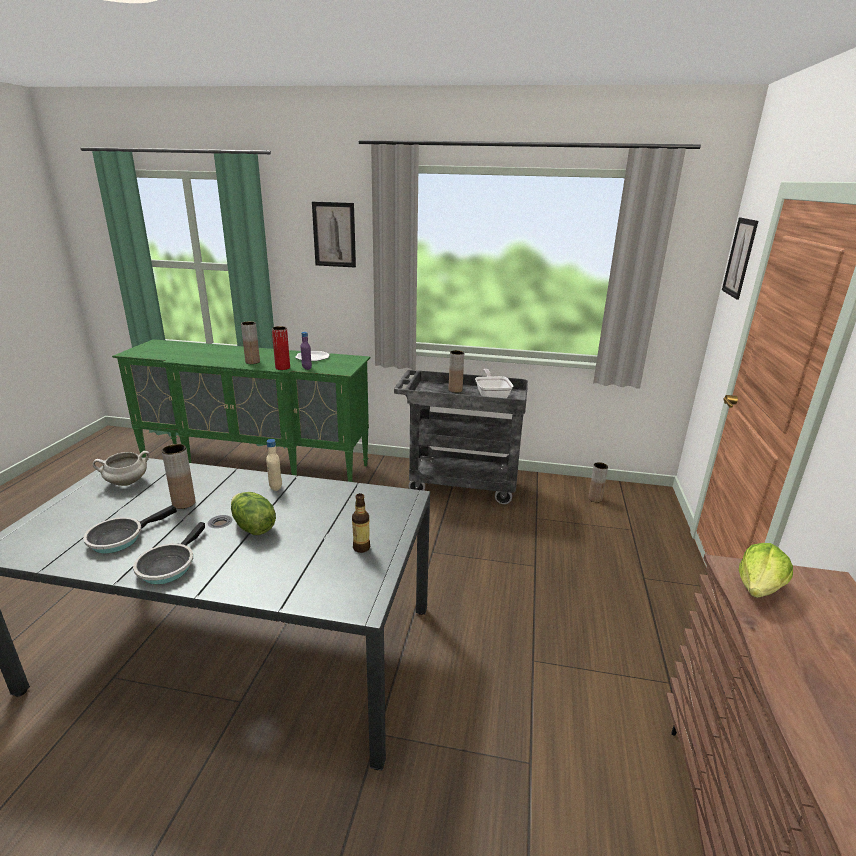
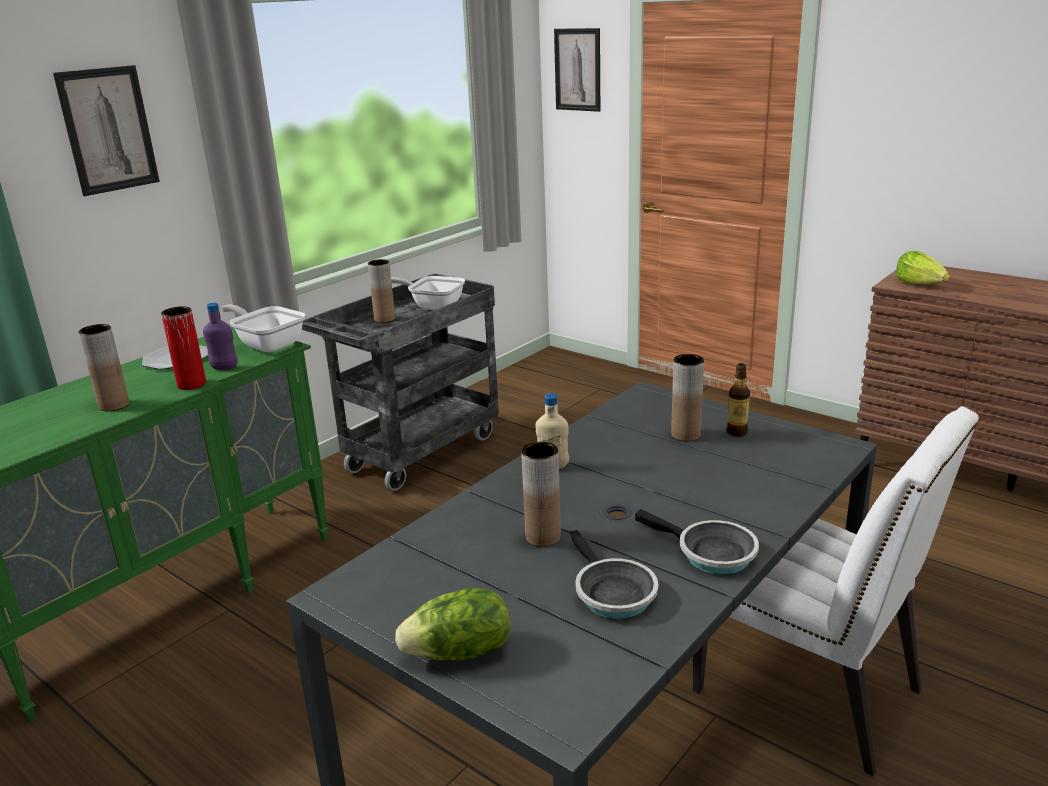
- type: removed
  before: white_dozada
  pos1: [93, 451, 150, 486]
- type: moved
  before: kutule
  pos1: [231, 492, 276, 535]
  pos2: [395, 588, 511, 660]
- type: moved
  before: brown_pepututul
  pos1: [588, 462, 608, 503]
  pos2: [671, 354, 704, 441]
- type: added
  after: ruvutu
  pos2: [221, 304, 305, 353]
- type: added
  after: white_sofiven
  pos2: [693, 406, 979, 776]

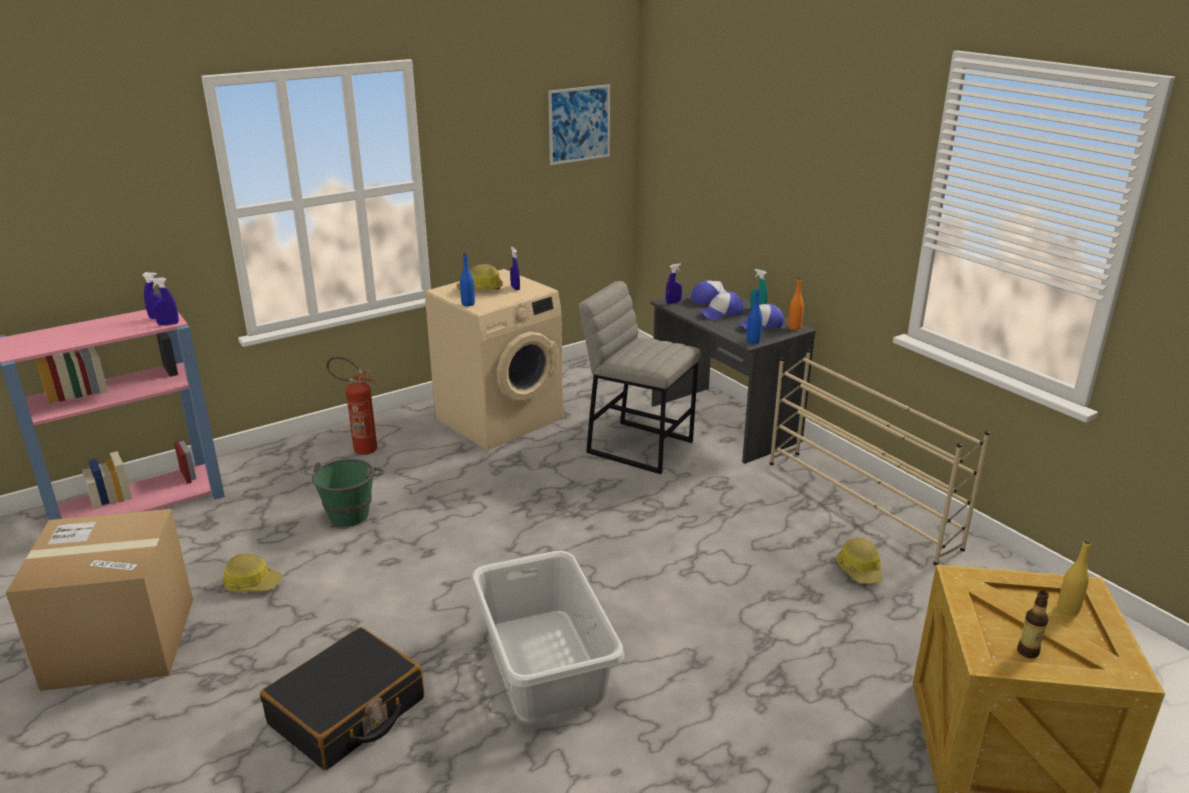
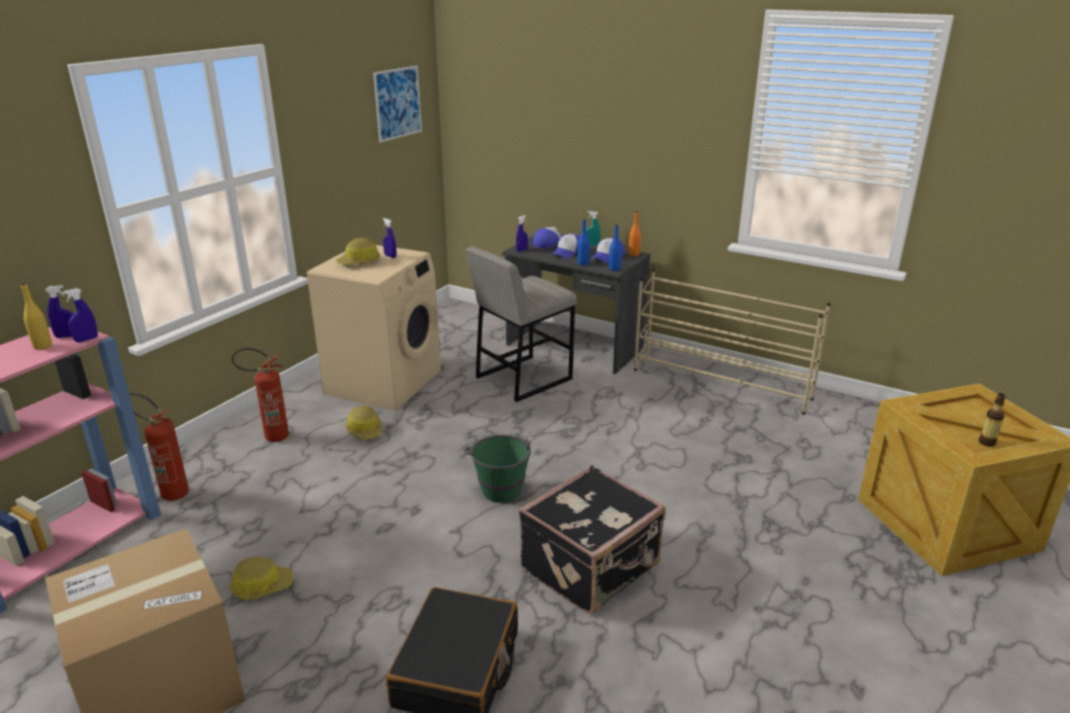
- type: moved
  before: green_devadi
  pos1: [312, 459, 385, 527]
  pos2: [464, 435, 531, 503]
- type: moved
  before: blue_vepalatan
  pos1: [460, 253, 475, 306]
  pos2: [577, 219, 590, 265]
- type: replaced
  before: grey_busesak
  after: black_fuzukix
  pos1: [471, 551, 625, 719]
  pos2: [519, 465, 666, 614]
- type: turned
  before: grey_sofiven
  pos1: [579, 281, 701, 474]
  pos2: [465, 246, 577, 402]
  turn: -45
- type: moved
  before: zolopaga
  pos1: [836, 537, 883, 584]
  pos2: [345, 405, 383, 440]
- type: moved
  before: yellow_vepalatan
  pos1: [1057, 539, 1091, 616]
  pos2: [21, 283, 52, 350]
- type: added
  after: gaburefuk
  pos2: [129, 393, 189, 501]

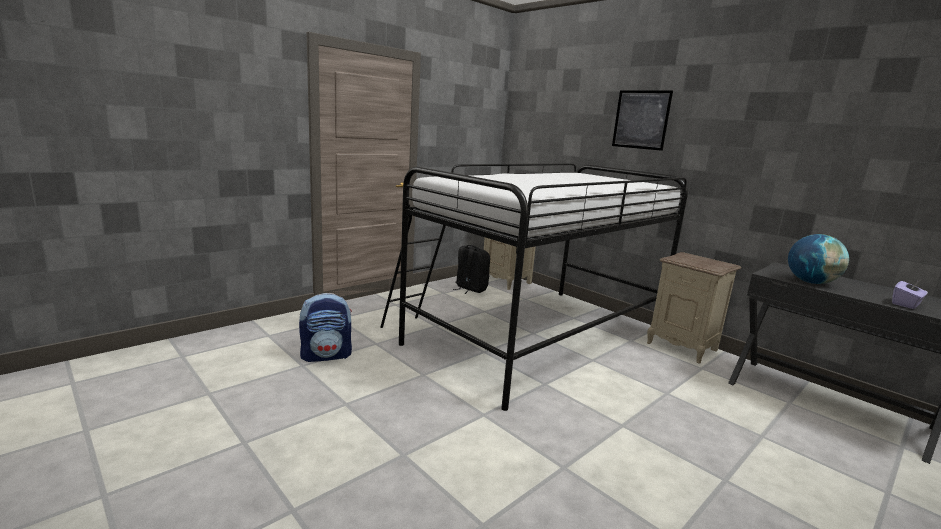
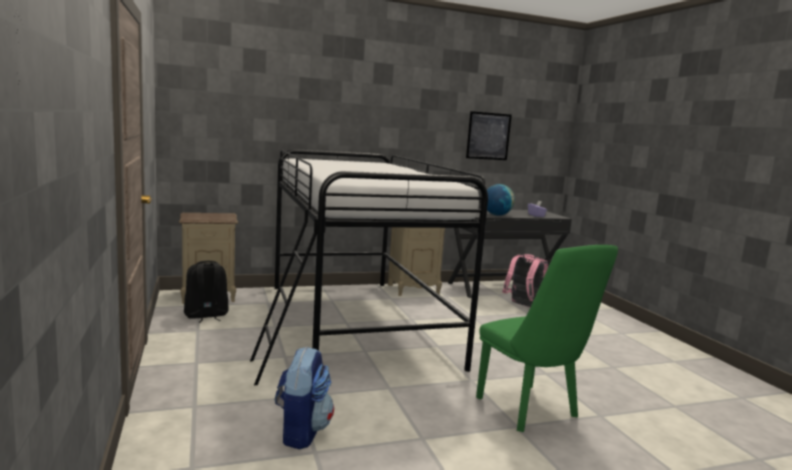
- type: moved
  before: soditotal
  pos1: [612, 90, 673, 151]
  pos2: [466, 111, 512, 160]
- type: added
  after: green_sofiven
  pos2: [476, 245, 618, 432]
- type: added
  after: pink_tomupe
  pos2: [502, 254, 548, 307]

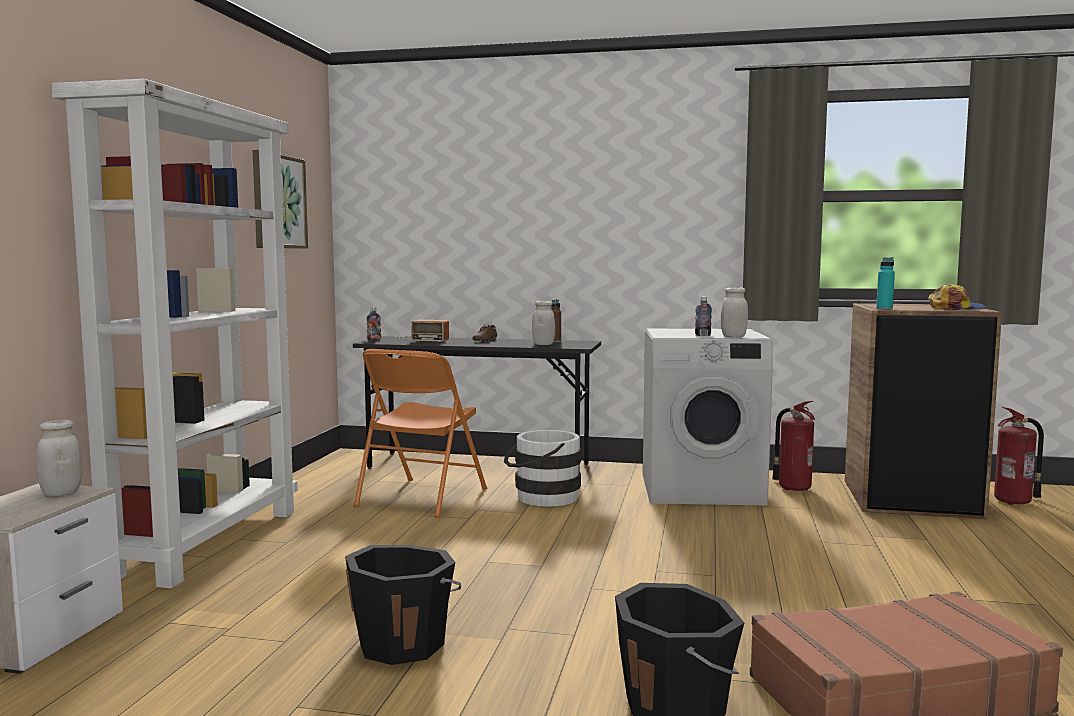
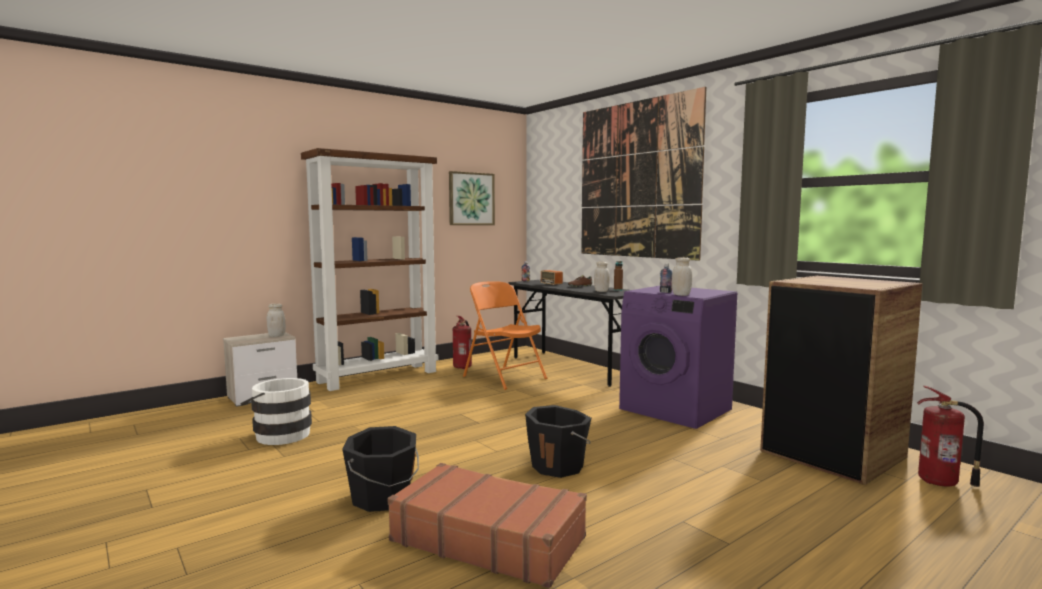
- type: recoloured
  before: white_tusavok
  after: brown_tusavok
  pos1: [51, 79, 298, 588]
  pos2: [301, 148, 438, 391]
- type: moved
  before: black_devadi
  pos1: [345, 545, 461, 665]
  pos2: [525, 405, 591, 478]
- type: turned
  before: orange_sofiven
  pos1: [353, 349, 487, 518]
  pos2: [463, 281, 547, 390]
  turn: 75
- type: moved
  before: white_devadi
  pos1: [504, 430, 581, 507]
  pos2: [240, 378, 312, 445]
- type: recoloured
  before: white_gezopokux
  after: purple_gezopokux
  pos1: [643, 329, 773, 506]
  pos2: [619, 286, 737, 429]
- type: moved
  before: gaburefuk
  pos1: [772, 401, 815, 491]
  pos2: [453, 316, 472, 369]
- type: removed
  before: turquoise_vepalatan
  pos1: [876, 257, 895, 310]
- type: removed
  before: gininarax
  pos1: [928, 284, 986, 310]
- type: added
  after: soditotal
  pos2: [581, 87, 706, 261]

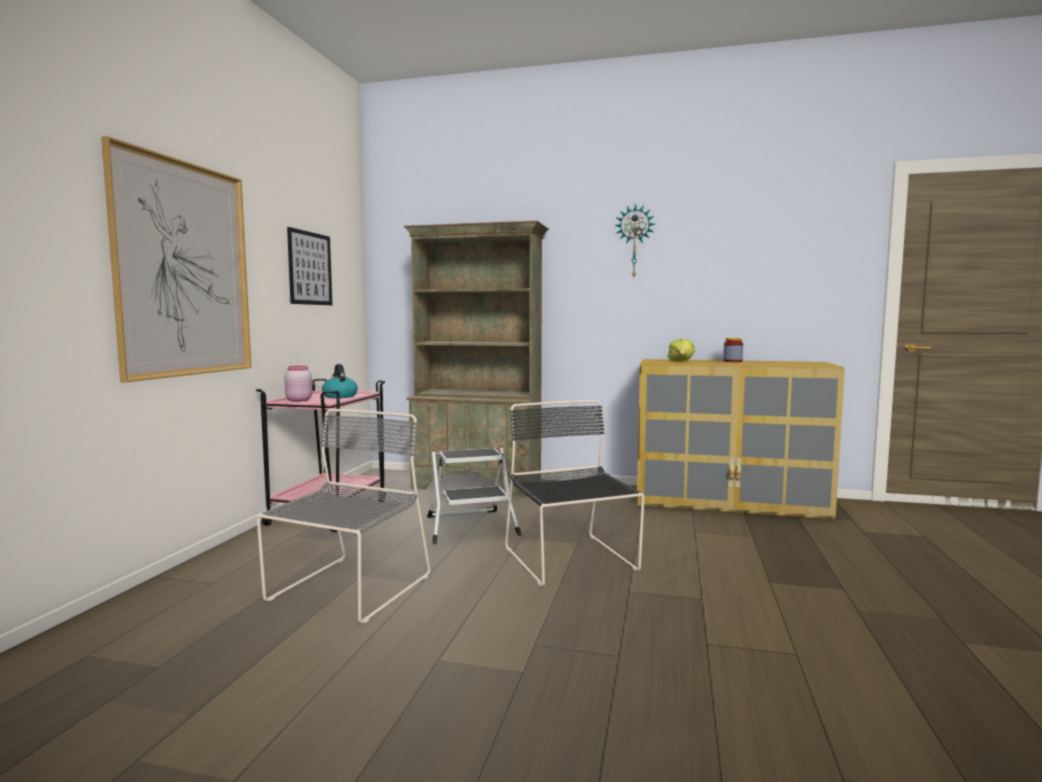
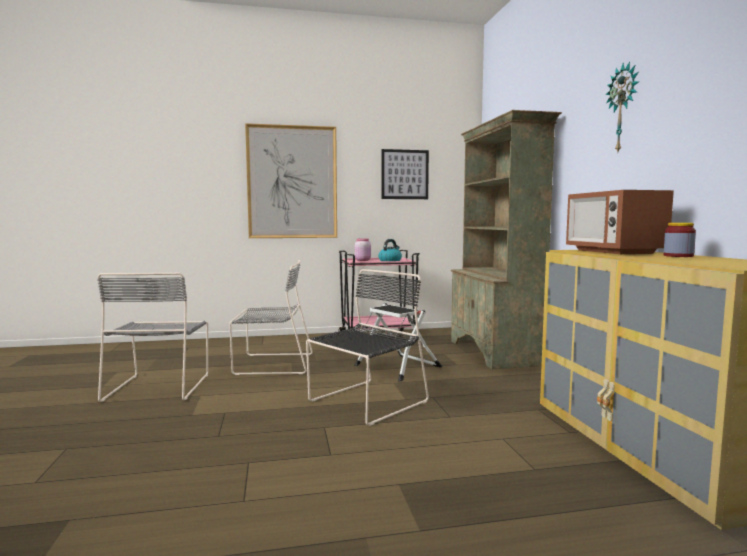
- type: replaced
  before: kutule
  after: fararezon
  pos1: [668, 339, 695, 361]
  pos2: [566, 190, 674, 254]
- type: added
  after: grey_sofiven
  pos2: [97, 273, 208, 402]

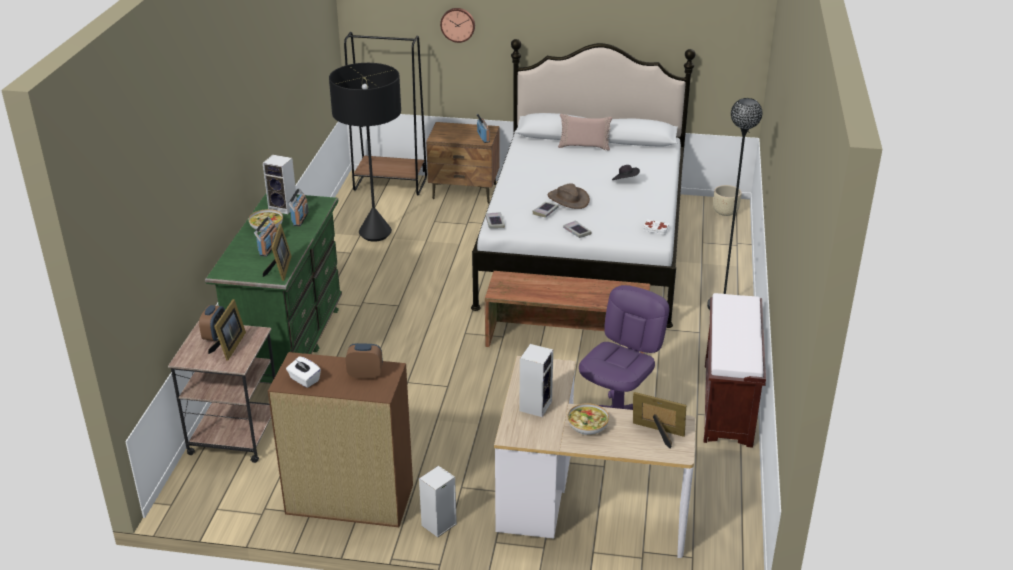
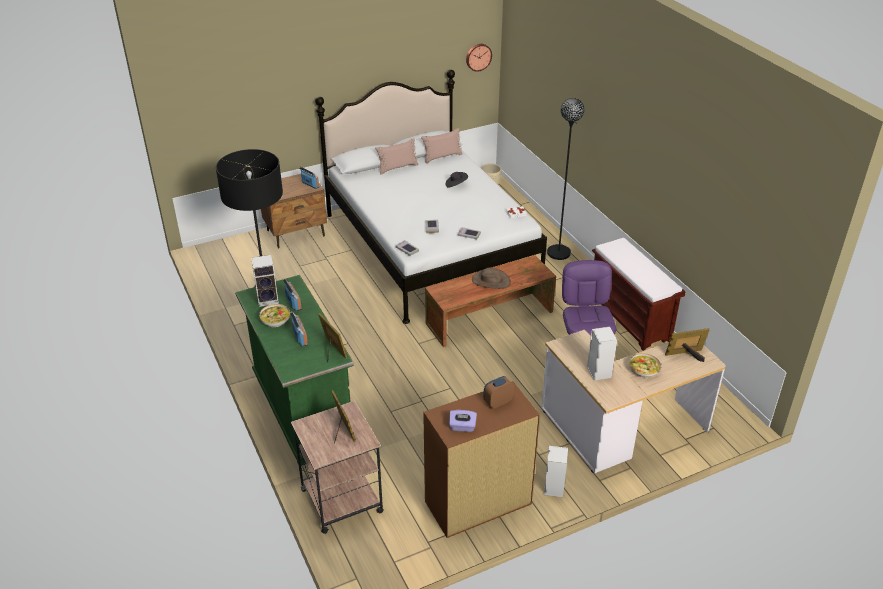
- type: removed
  before: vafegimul
  pos1: [199, 305, 225, 341]
- type: recoloured
  before: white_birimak
  after: purple_birimak
  pos1: [286, 356, 321, 388]
  pos2: [449, 410, 477, 432]
- type: removed
  before: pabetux
  pos1: [344, 32, 427, 195]
- type: moved
  before: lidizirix
  pos1: [440, 8, 475, 43]
  pos2: [466, 44, 492, 72]
- type: moved
  before: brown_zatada
  pos1: [548, 183, 590, 209]
  pos2: [472, 267, 511, 289]
- type: added
  after: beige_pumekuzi
  pos2: [421, 128, 463, 163]

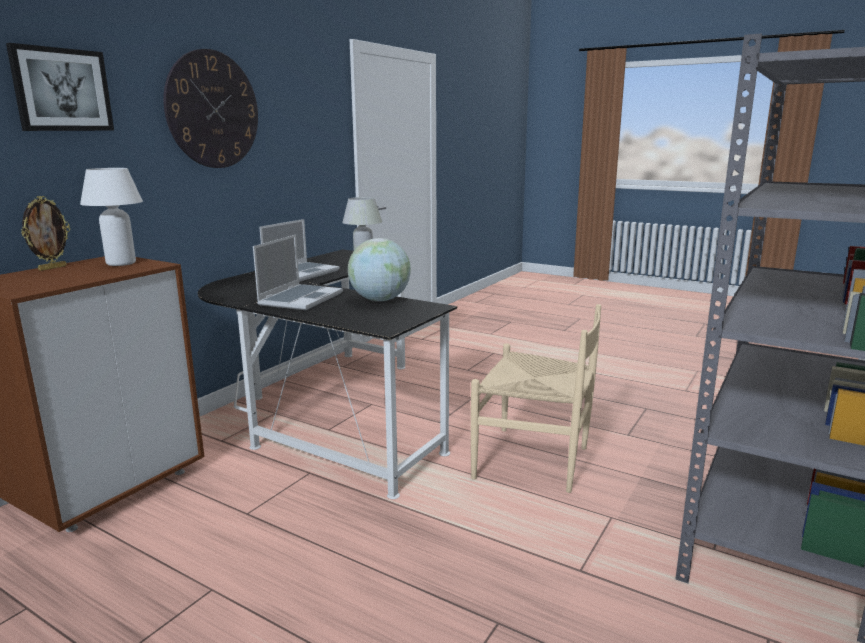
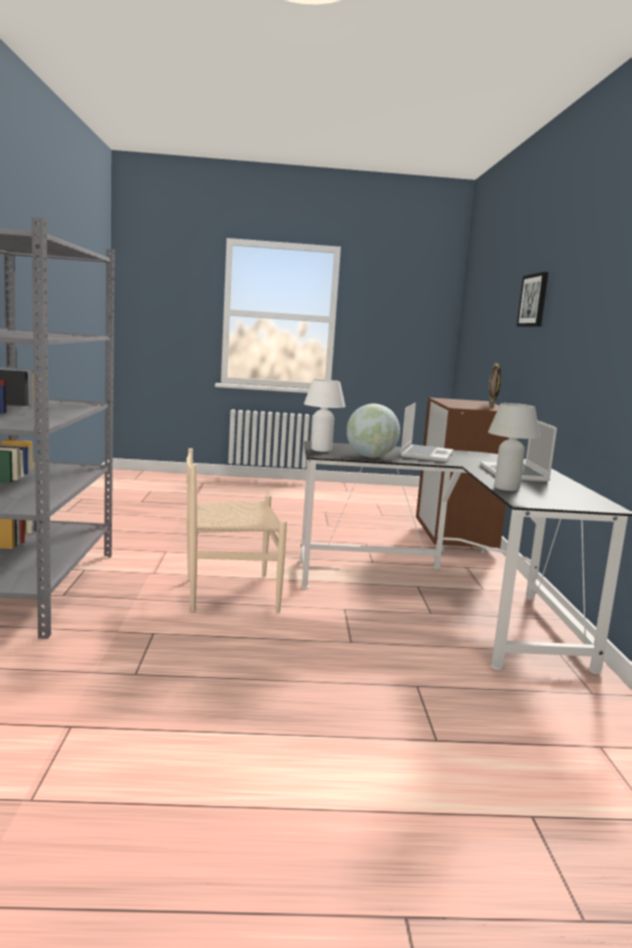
- type: moved
  before: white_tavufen
  pos1: [80, 168, 143, 266]
  pos2: [304, 379, 346, 452]
- type: removed
  before: lidizirix
  pos1: [163, 49, 258, 168]
- type: turned
  before: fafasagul
  pos1: [253, 235, 343, 310]
  pos2: [400, 403, 453, 462]
  turn: -150

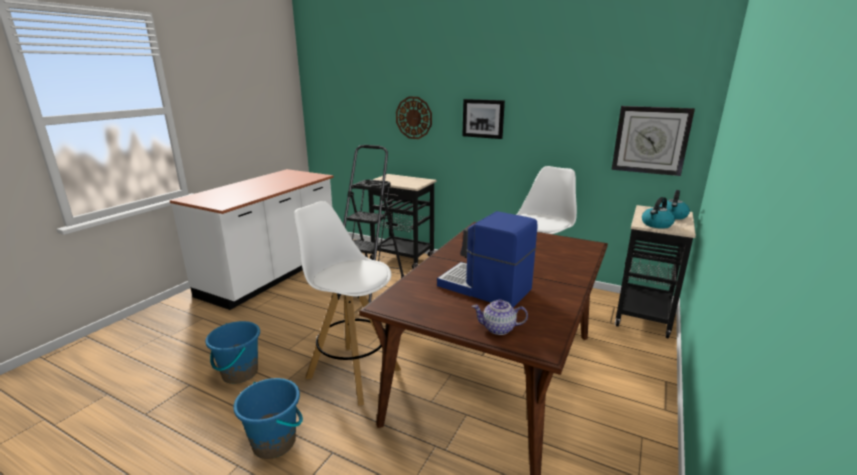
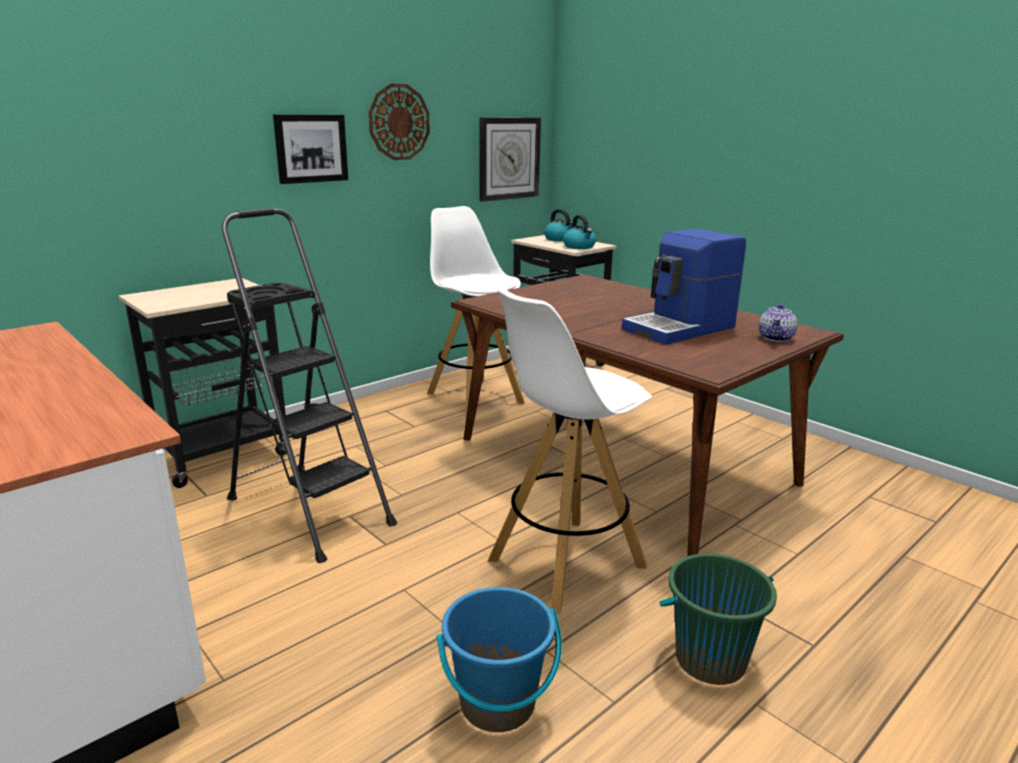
- type: recoloured
  before: blue_devadi
  after: green_devadi
  pos1: [233, 378, 303, 459]
  pos2: [659, 553, 777, 685]
- type: moved
  before: lidizirix
  pos1: [396, 96, 432, 139]
  pos2: [369, 83, 430, 160]

